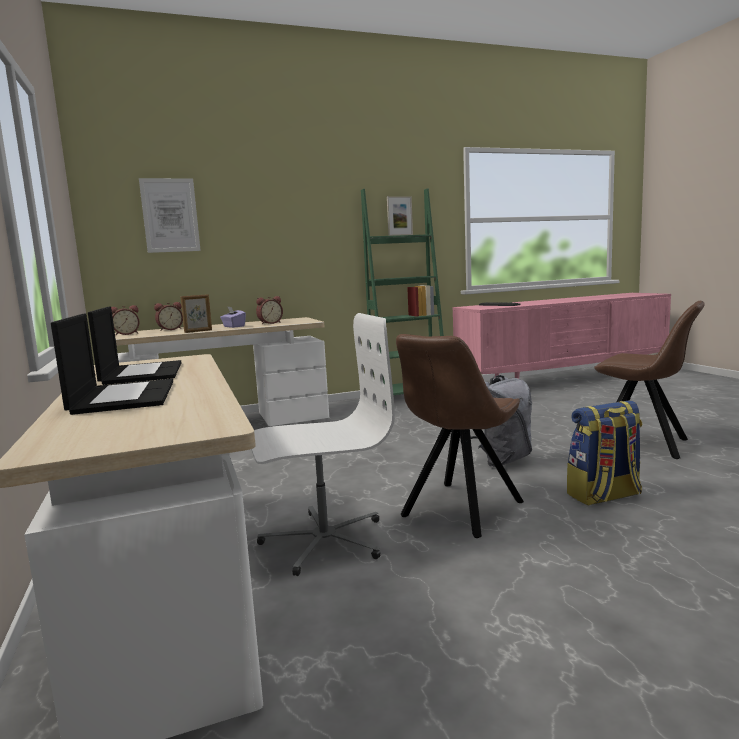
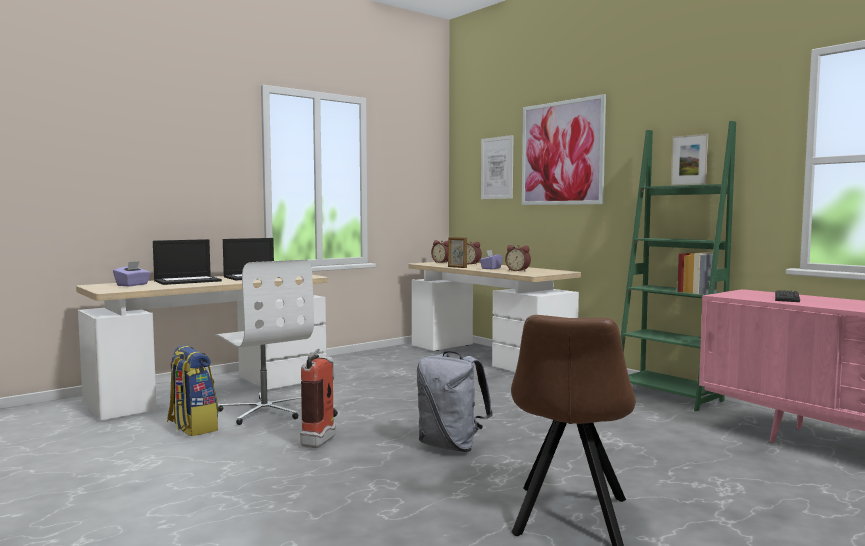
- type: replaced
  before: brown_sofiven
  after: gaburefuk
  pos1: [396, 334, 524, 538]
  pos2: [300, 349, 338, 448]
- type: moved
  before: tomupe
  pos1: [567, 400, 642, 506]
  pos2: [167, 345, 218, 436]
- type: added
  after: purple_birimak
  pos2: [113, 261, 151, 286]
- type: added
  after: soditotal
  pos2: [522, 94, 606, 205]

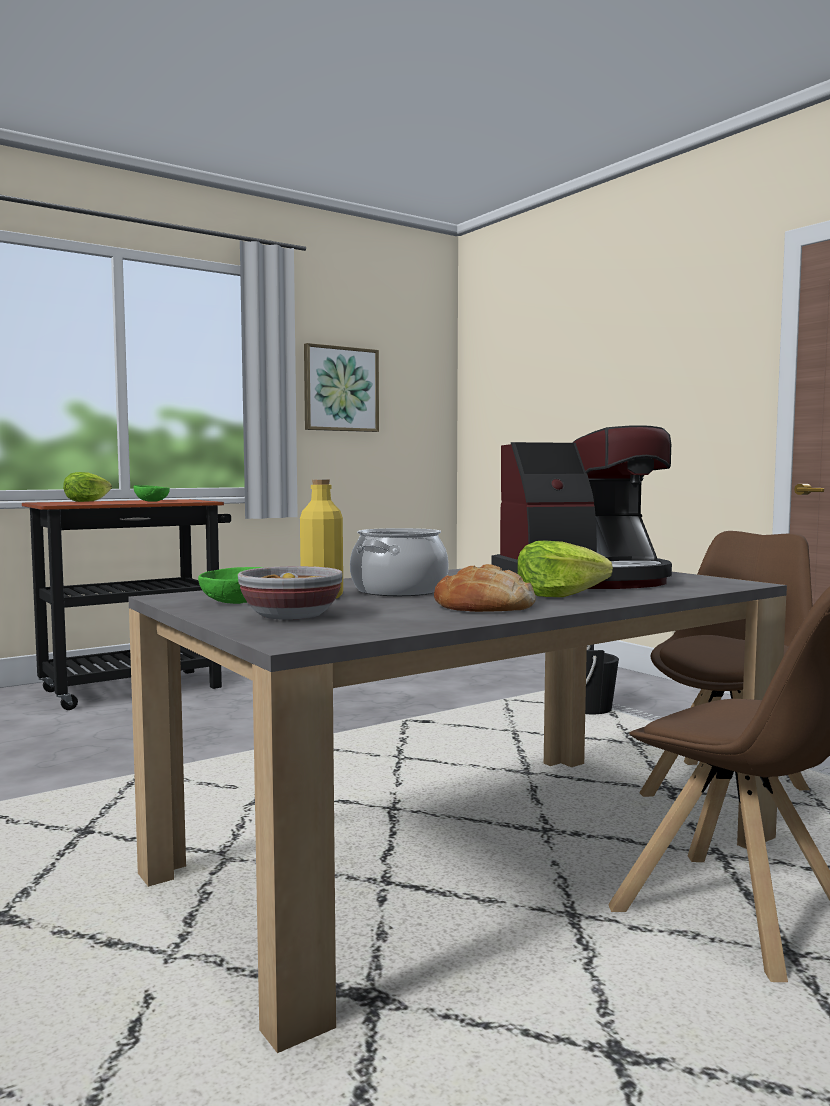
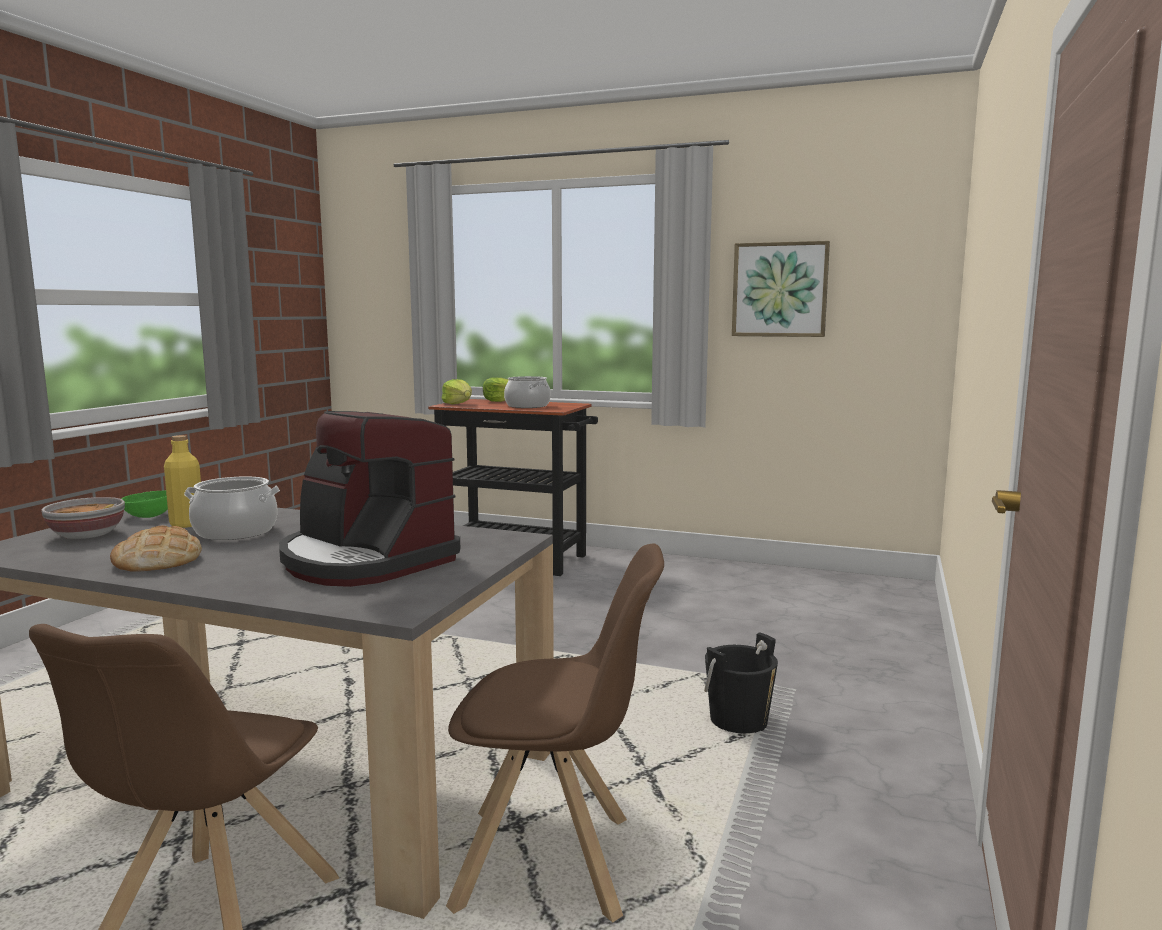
- type: replaced
  before: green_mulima
  after: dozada
  pos1: [133, 485, 170, 502]
  pos2: [504, 376, 551, 408]
- type: moved
  before: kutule
  pos1: [517, 541, 613, 597]
  pos2: [442, 379, 472, 404]

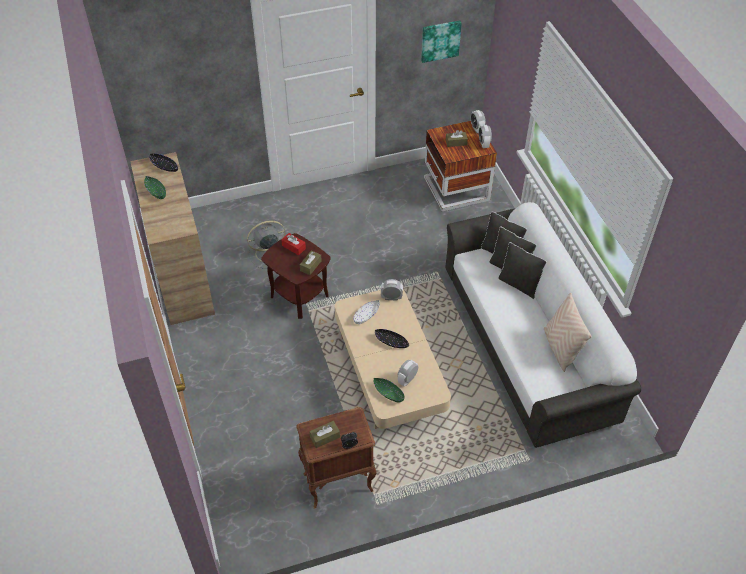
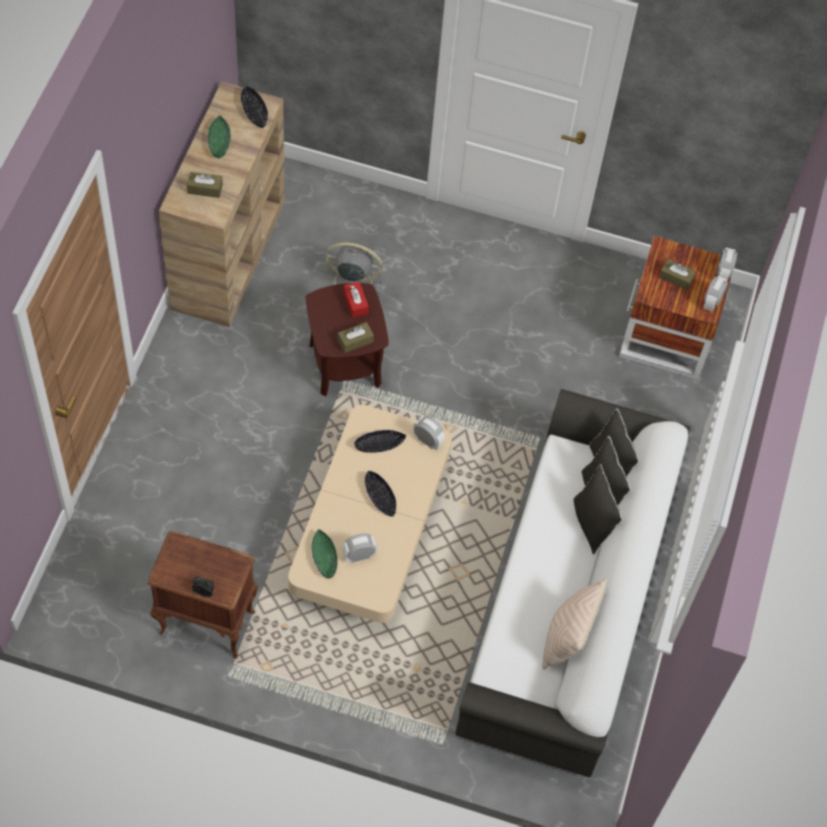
- type: moved
  before: brown_birimak
  pos1: [310, 421, 340, 448]
  pos2: [187, 172, 223, 198]
- type: recoloured
  before: white_mulima
  after: black_mulima
  pos1: [353, 300, 380, 324]
  pos2: [354, 430, 406, 453]
- type: removed
  before: soditotal
  pos1: [421, 20, 462, 63]

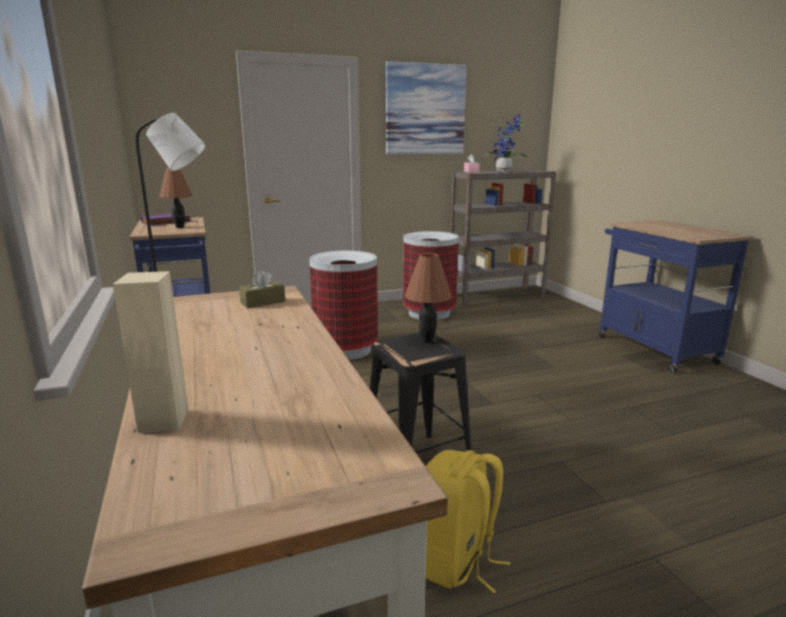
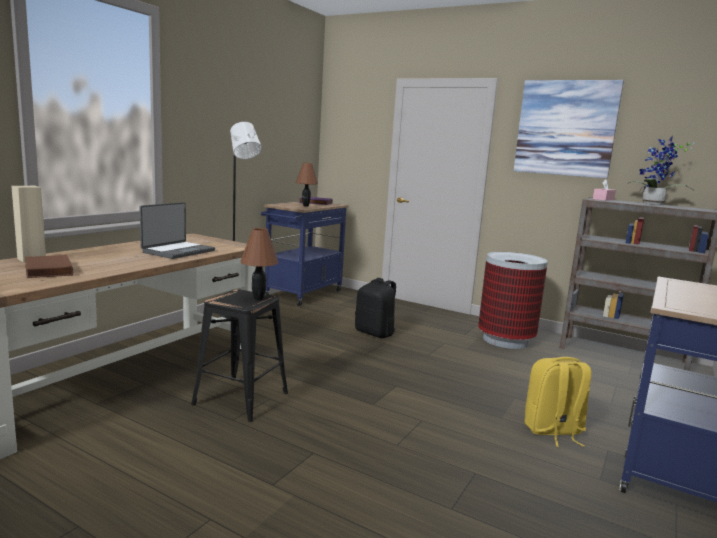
- type: removed
  before: brown_birimak
  pos1: [239, 270, 285, 309]
- type: replaced
  before: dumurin
  after: black_tomupe
  pos1: [309, 251, 378, 360]
  pos2: [355, 278, 396, 338]
- type: moved
  before: yellow_tomupe
  pos1: [426, 450, 510, 593]
  pos2: [524, 357, 591, 447]
- type: added
  after: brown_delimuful
  pos2: [25, 254, 73, 278]
- type: added
  after: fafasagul
  pos2: [139, 202, 215, 259]

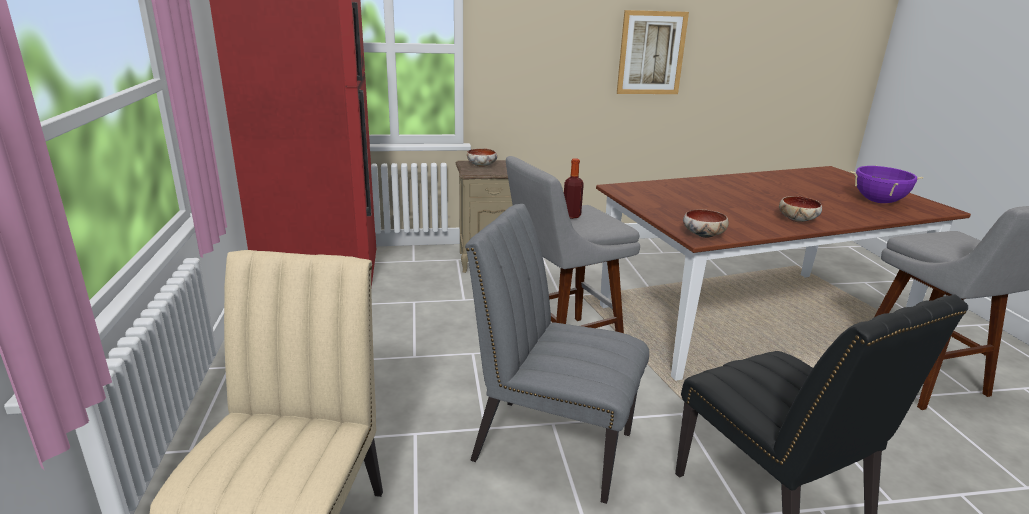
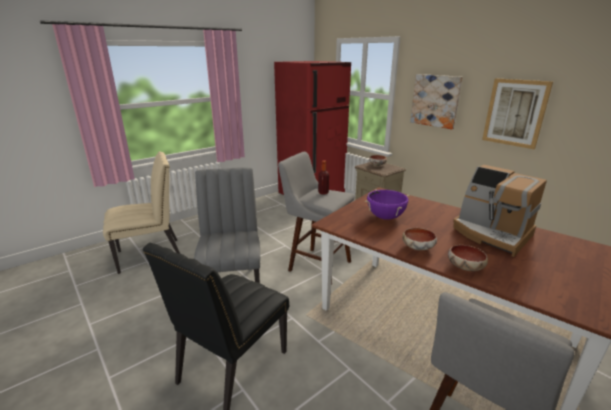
- type: moved
  before: mulima
  pos1: [683, 210, 729, 238]
  pos2: [448, 245, 488, 271]
- type: moved
  before: purple_dozada
  pos1: [850, 166, 923, 203]
  pos2: [365, 189, 410, 220]
- type: added
  after: soditotal
  pos2: [410, 74, 463, 129]
- type: added
  after: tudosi
  pos2: [453, 165, 547, 257]

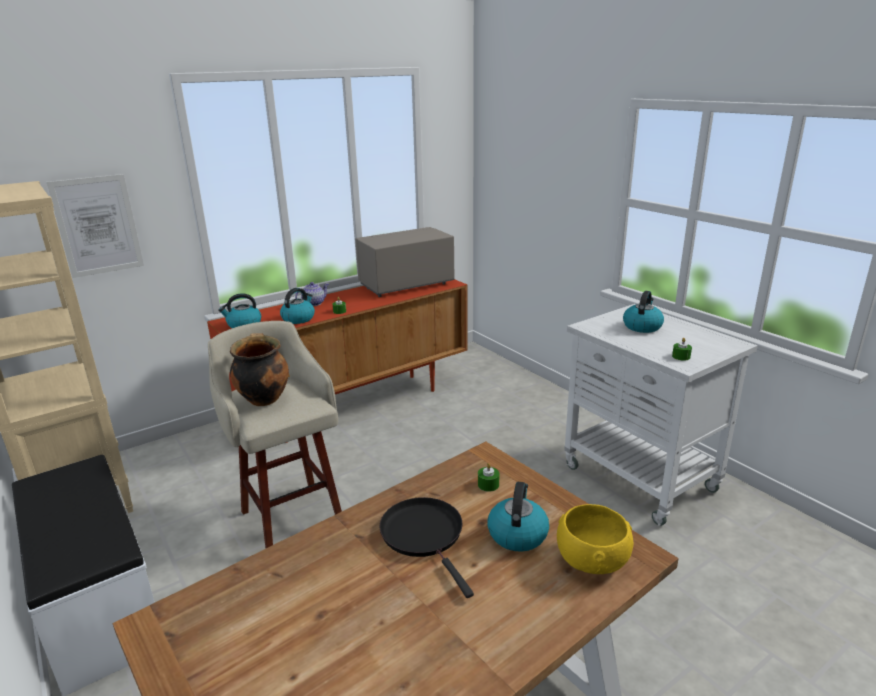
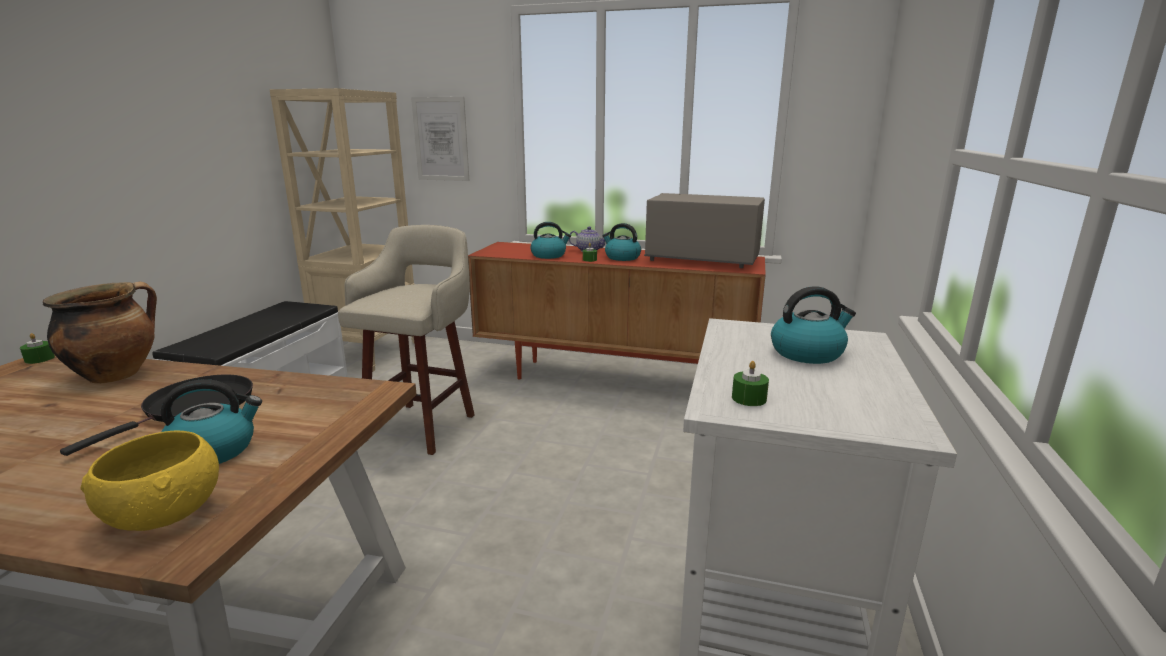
- type: moved
  before: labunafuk
  pos1: [218, 293, 261, 328]
  pos2: [602, 223, 641, 261]
- type: moved
  before: dozada
  pos1: [230, 333, 289, 406]
  pos2: [43, 282, 157, 384]
- type: moved
  before: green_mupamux
  pos1: [478, 463, 499, 492]
  pos2: [20, 333, 55, 364]

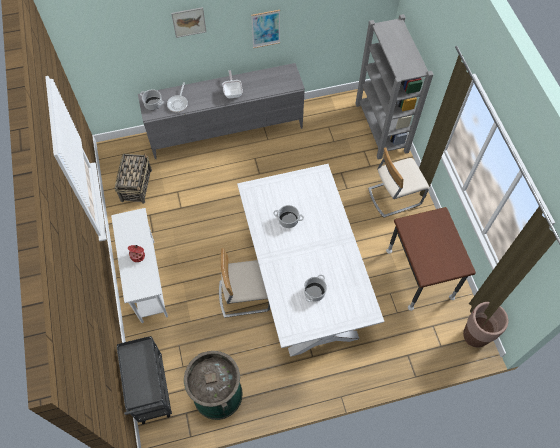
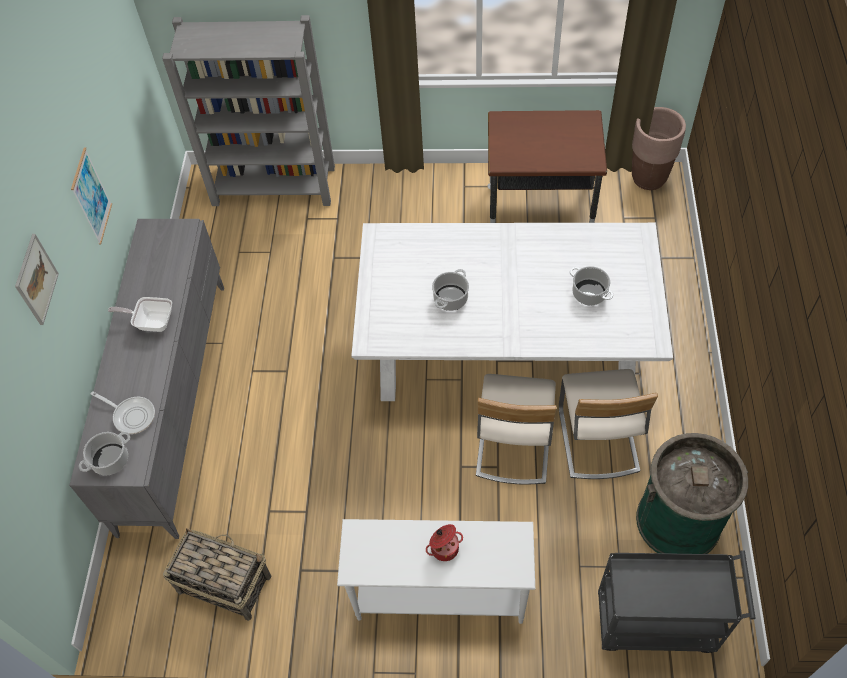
- type: moved
  before: beige_sofiven
  pos1: [368, 147, 429, 218]
  pos2: [559, 369, 658, 479]

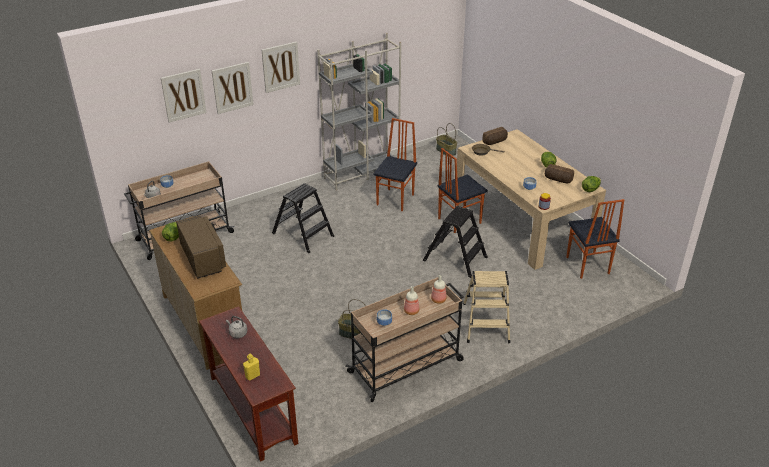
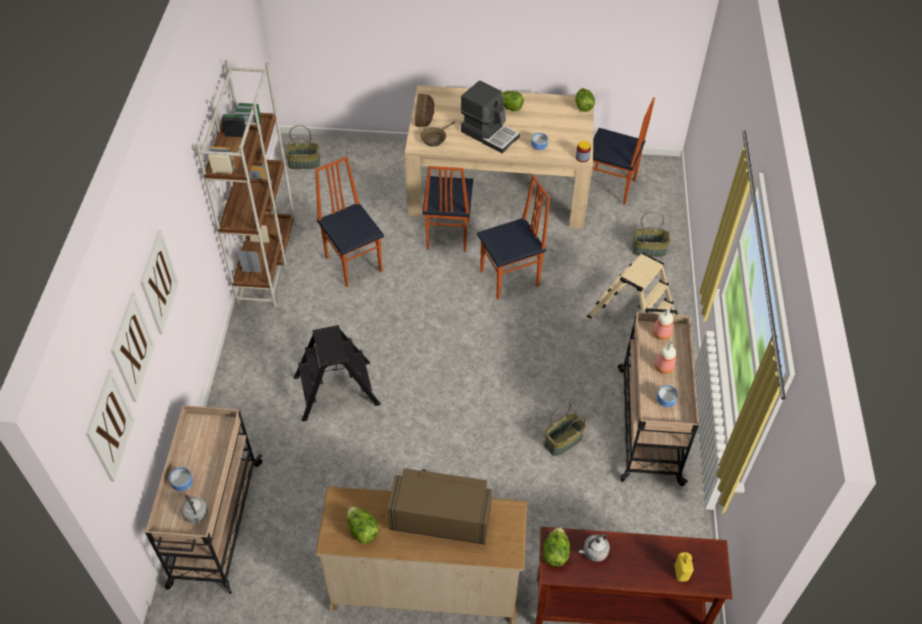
- type: moved
  before: soditotal
  pos1: [262, 42, 300, 93]
  pos2: [86, 369, 135, 482]
- type: recoloured
  before: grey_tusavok
  after: brown_tusavok
  pos1: [317, 33, 401, 190]
  pos2: [195, 59, 296, 308]
- type: replaced
  before: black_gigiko
  after: sofiven
  pos1: [422, 206, 488, 278]
  pos2: [477, 175, 550, 300]
- type: removed
  before: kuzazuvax
  pos1: [545, 164, 574, 183]
- type: added
  after: tudosi
  pos2: [461, 80, 520, 153]
- type: added
  after: kutule
  pos2: [543, 527, 570, 567]
- type: added
  after: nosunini
  pos2: [632, 211, 670, 257]

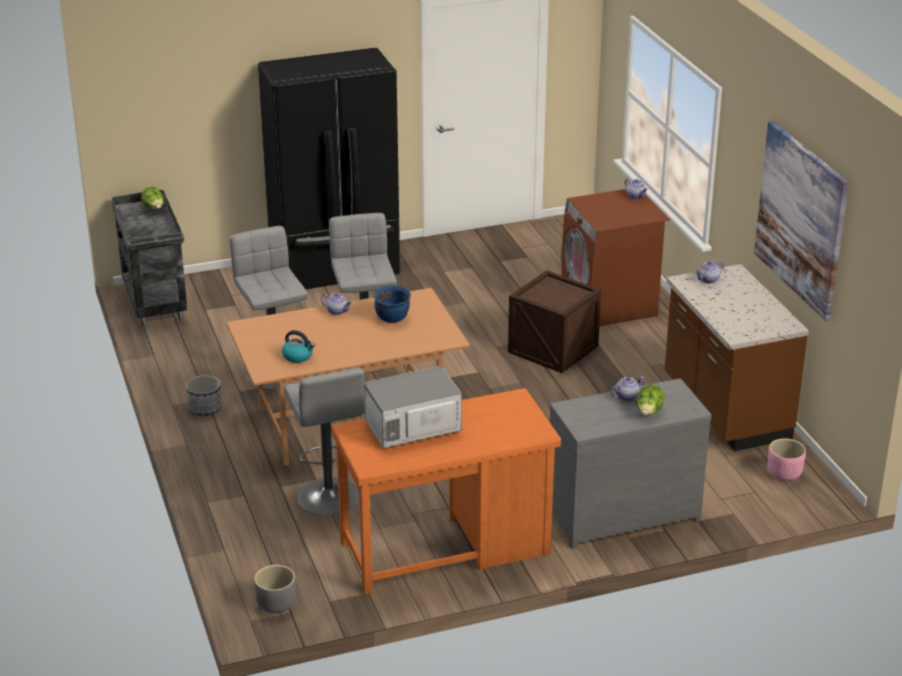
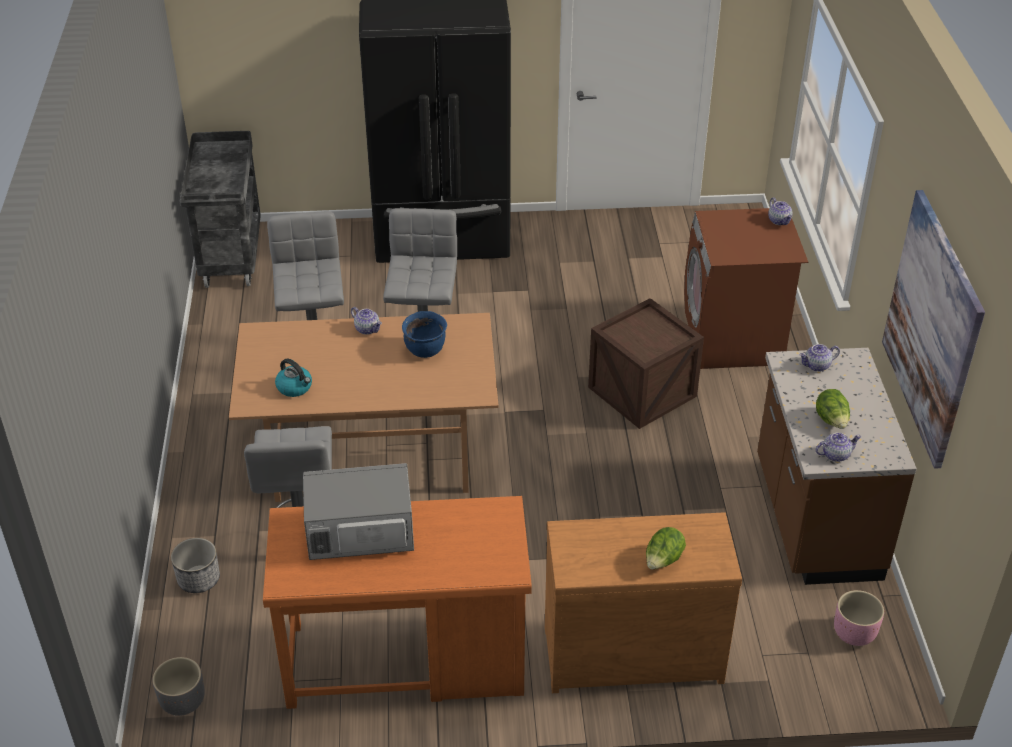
- type: moved
  before: kutule
  pos1: [141, 186, 164, 210]
  pos2: [816, 389, 850, 429]
- type: moved
  before: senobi
  pos1: [186, 375, 222, 416]
  pos2: [171, 538, 220, 593]
- type: recoloured
  before: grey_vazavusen
  after: brown_vazavusen
  pos1: [550, 378, 712, 549]
  pos2: [545, 512, 742, 693]
- type: moved
  before: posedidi
  pos1: [611, 377, 644, 401]
  pos2: [816, 432, 862, 462]

